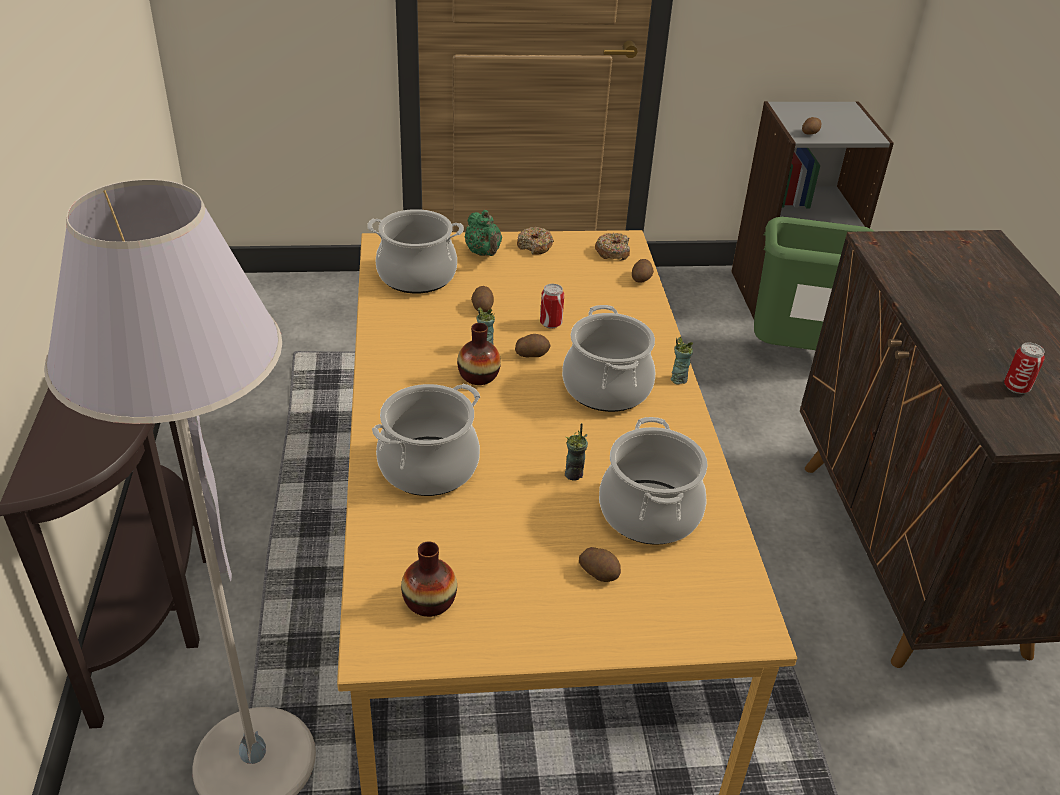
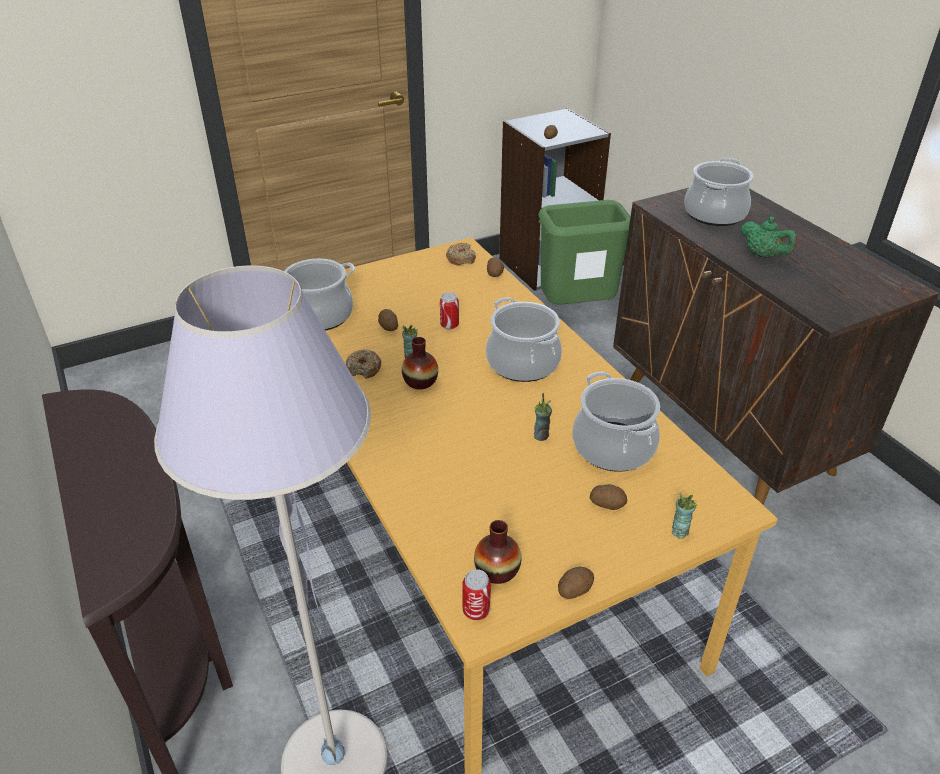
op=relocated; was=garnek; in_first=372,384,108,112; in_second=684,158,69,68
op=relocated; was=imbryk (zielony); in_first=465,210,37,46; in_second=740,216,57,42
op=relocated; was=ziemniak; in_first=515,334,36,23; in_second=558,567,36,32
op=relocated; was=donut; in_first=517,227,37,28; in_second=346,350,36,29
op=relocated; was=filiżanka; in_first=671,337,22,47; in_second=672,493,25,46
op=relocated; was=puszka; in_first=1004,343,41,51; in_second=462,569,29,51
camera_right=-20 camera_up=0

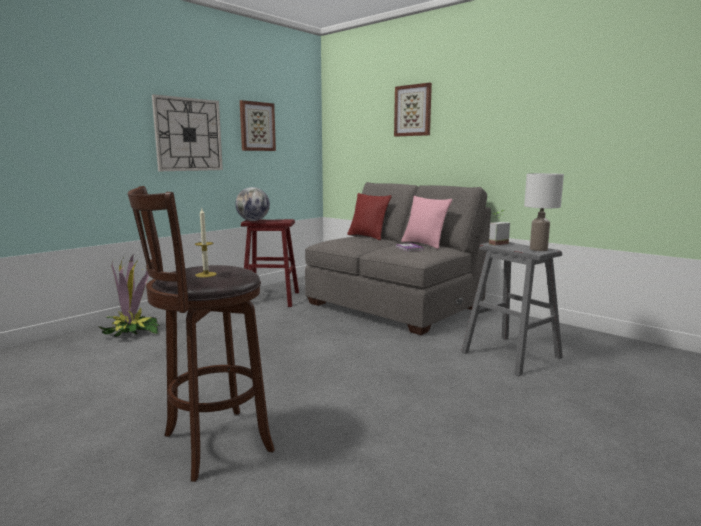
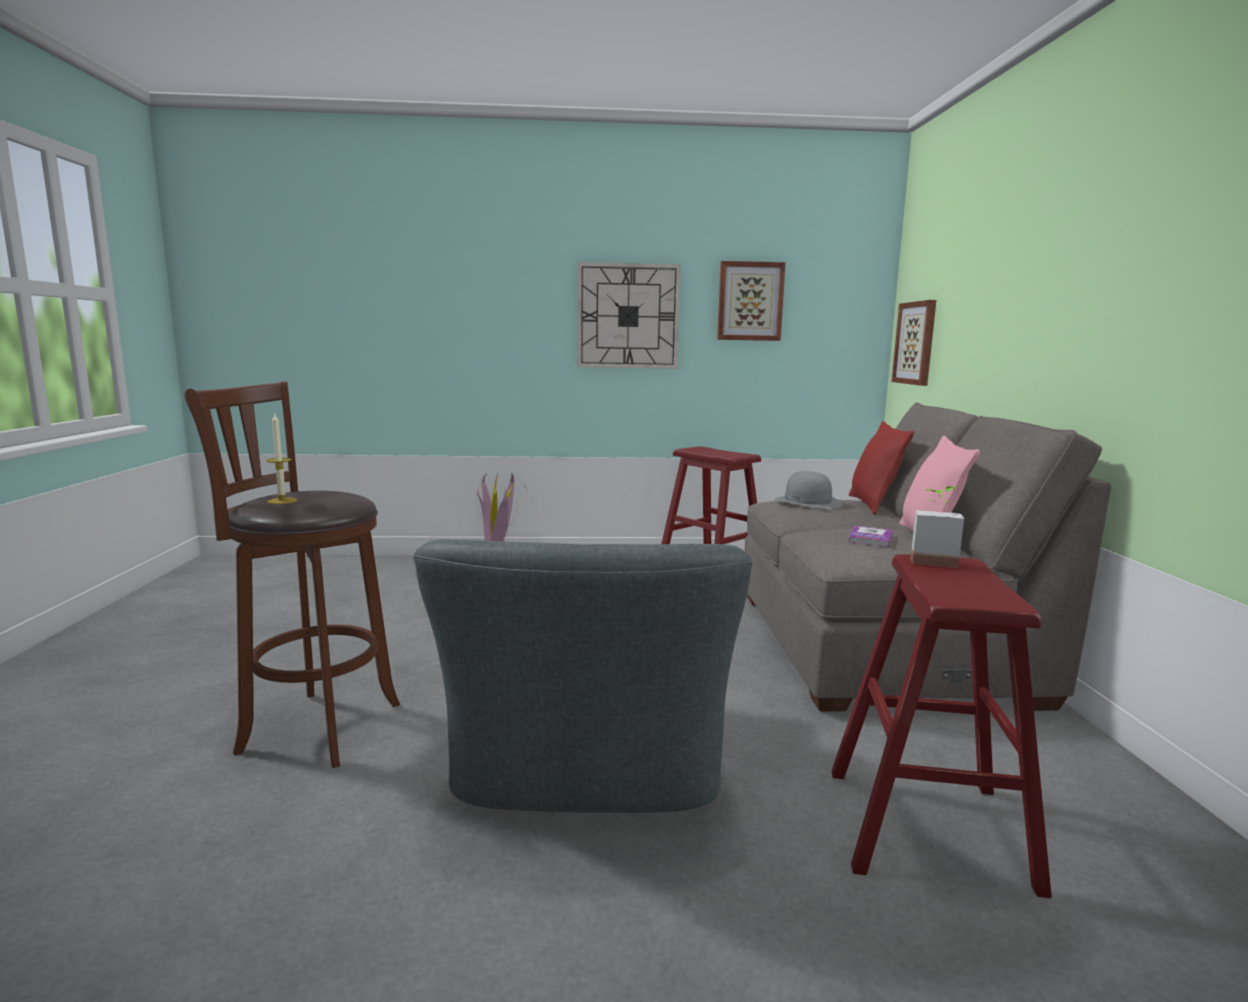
op=missing; was=globus; in_first=235,187,35,34
op=relocated; was=obraz; in_first=394,83,38,54; in_second=892,300,44,86
op=colour; was=stołek (szary); now=stołek (czerwony); in_first=461,242,102,134; in_second=831,554,221,344
op=missing; was=lampa stołowa (biały); in_first=524,173,40,78
op=appeared; now=fotel (szary); in_second=413,539,340,274
op=appeared; now=kapelusz (szary); in_second=775,471,67,38
camera_right=45 camera_up=0

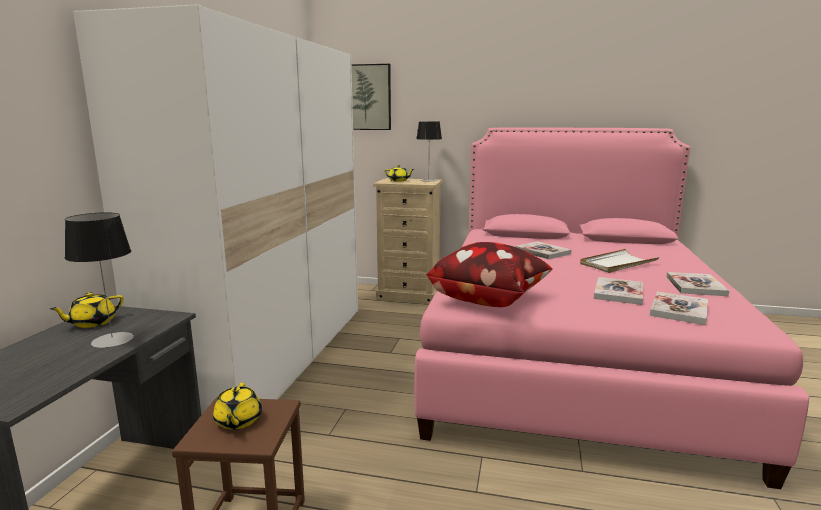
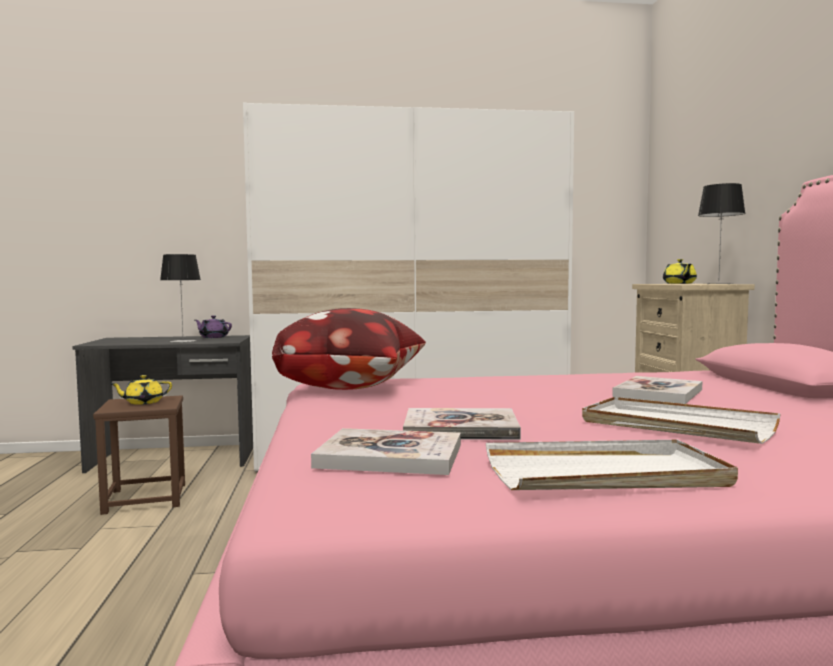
op=colour; was=imbryk (żółty); now=imbryk (fioletowy); in_first=50,292,74,36; in_second=195,315,37,23
op=missing; was=obraz; in_first=351,64,40,66
op=exchanged; was=książka; now=taca (biały); in_first=666,272,63,24; in_second=486,439,252,51
camera_right=70 camera_up=-10

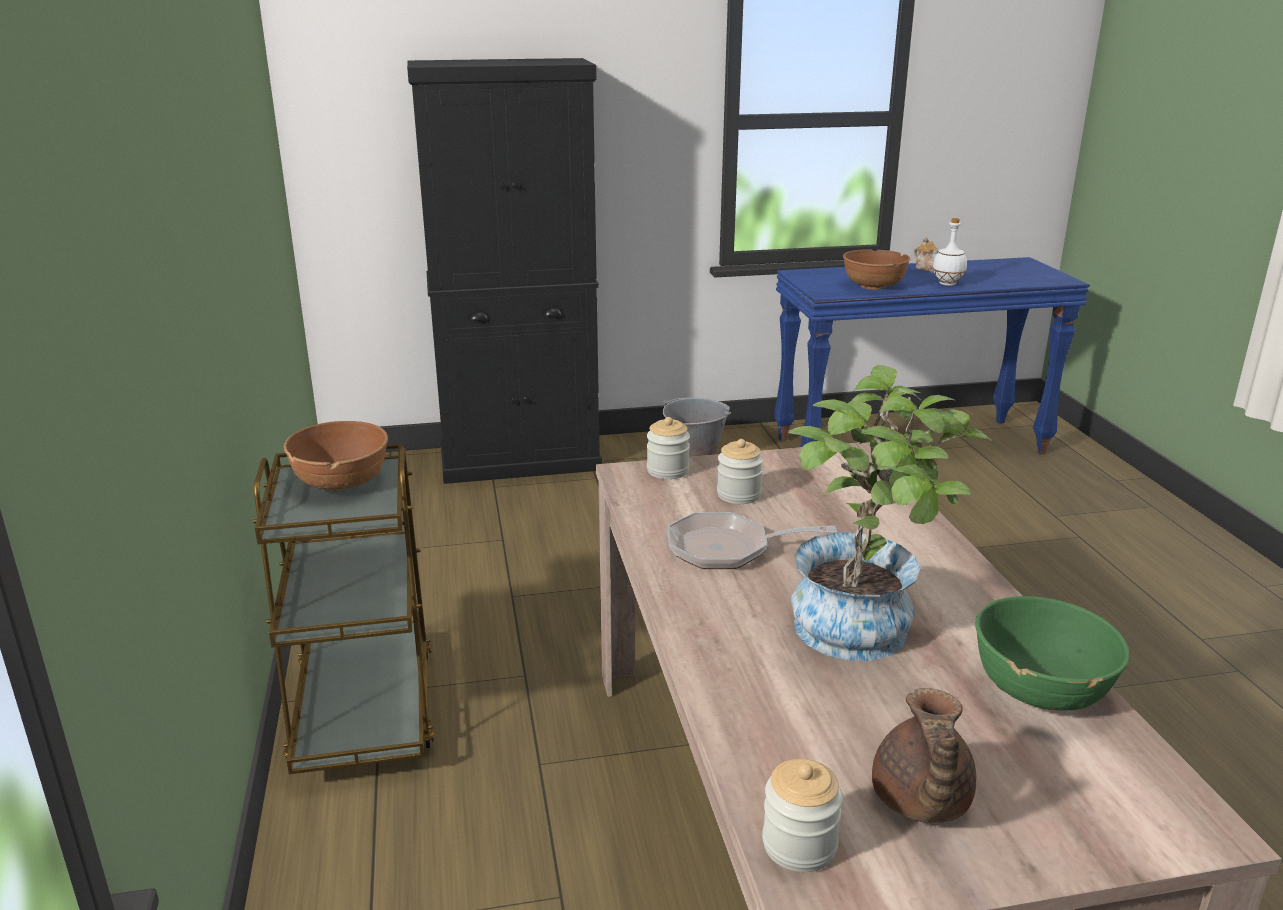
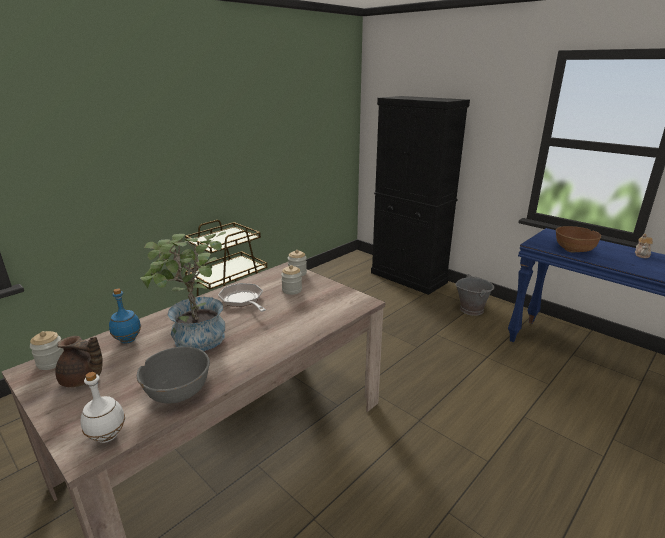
op=missing; was=miska (brązowy); in_first=284,421,104,70
op=spun; was=imbryk (brązowy); in_first=872,688,104,135; in_second=55,336,48,51; clockwise=-135
op=relocated; was=butelka (biały); in_first=932,218,35,68; in_second=81,372,44,71
op=colour; was=miska (zielony); now=miska (szary); in_first=975,596,155,115; in_second=137,347,73,56
op=appeared; now=butelka (niebieski); in_second=109,288,32,56
camera_right=55 camera_up=0

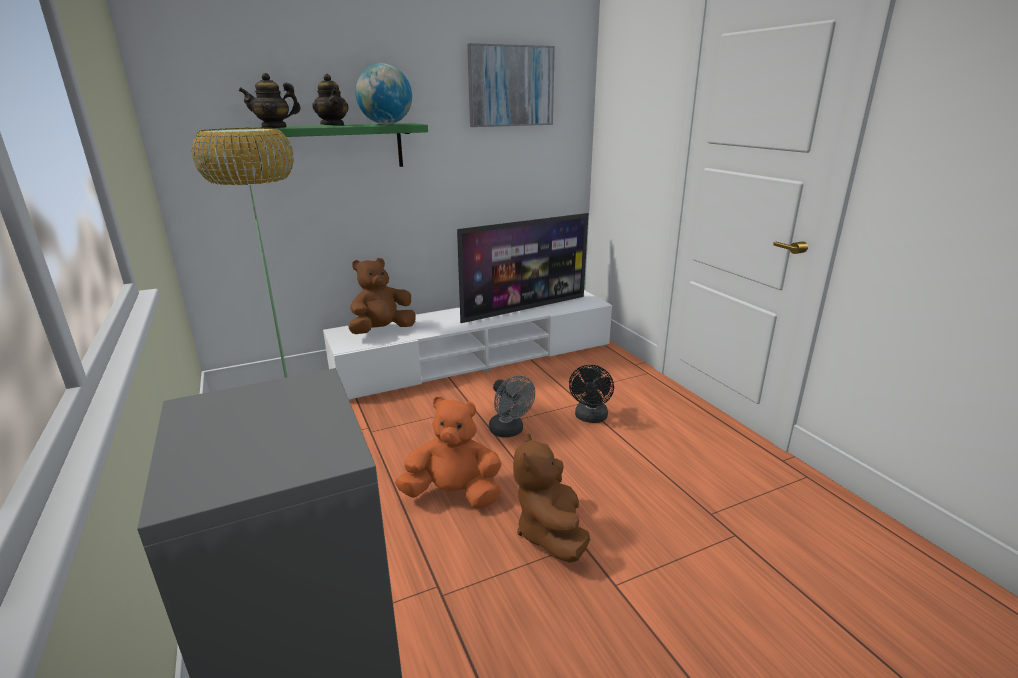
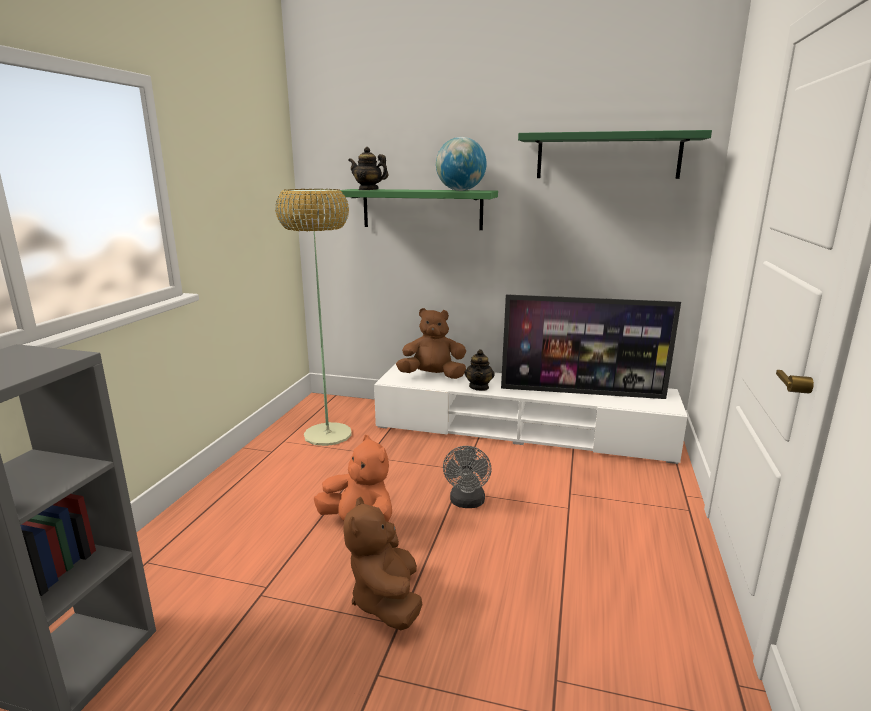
op=relocated; was=imbryk; in_first=312,74,37,52; in_second=464,349,31,42
op=exchanged; was=obraz; now=półka (zielony); in_first=467,43,88,84; in_second=518,130,194,49
op=spun; was=pluszak (brązowy); in_first=513,433,77,130; in_second=343,496,79,134; clockwise=-45
op=missing; was=wentylator (czarny); in_first=569,365,45,58
camera_right=40 camera_up=-5

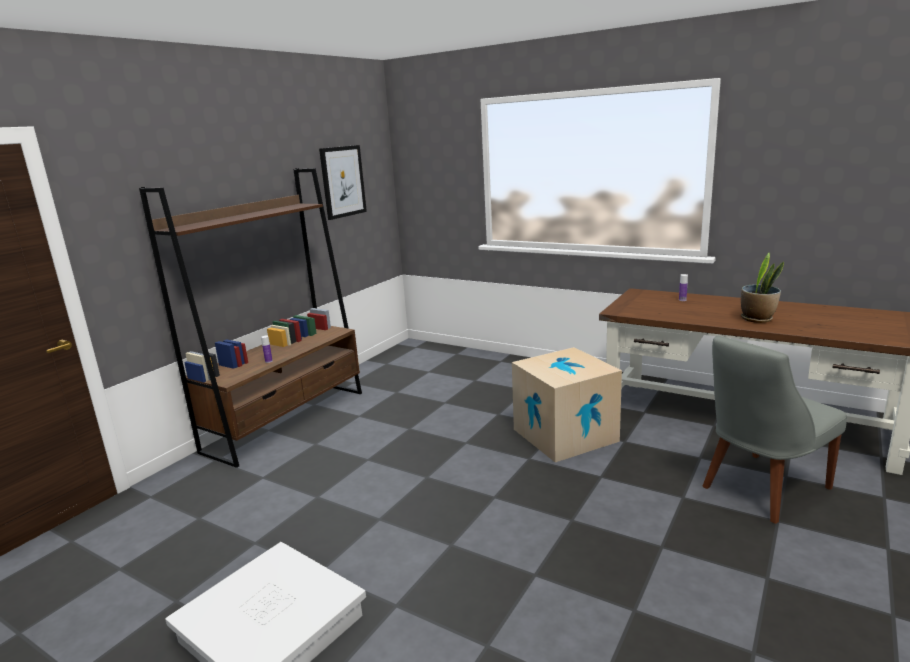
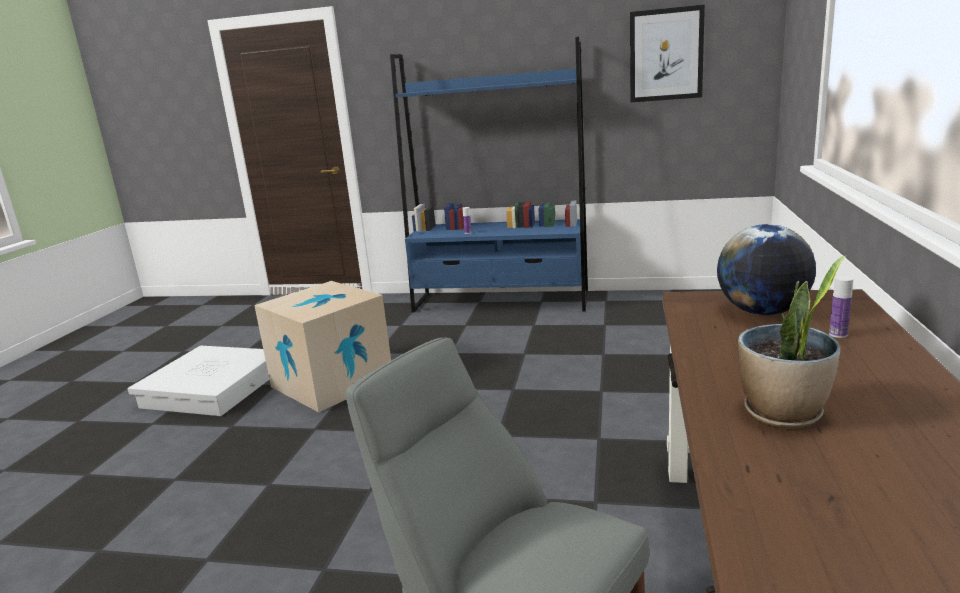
op=colour; was=regał (brązowy); now=regał (niebieski); in_first=139,168,223,300; in_second=390,37,198,276
op=relocated; was=karton; in_first=512,347,110,115; in_second=254,281,137,131
op=appeared; now=globus; in_second=717,224,99,91
camera_right=70 camera_up=0

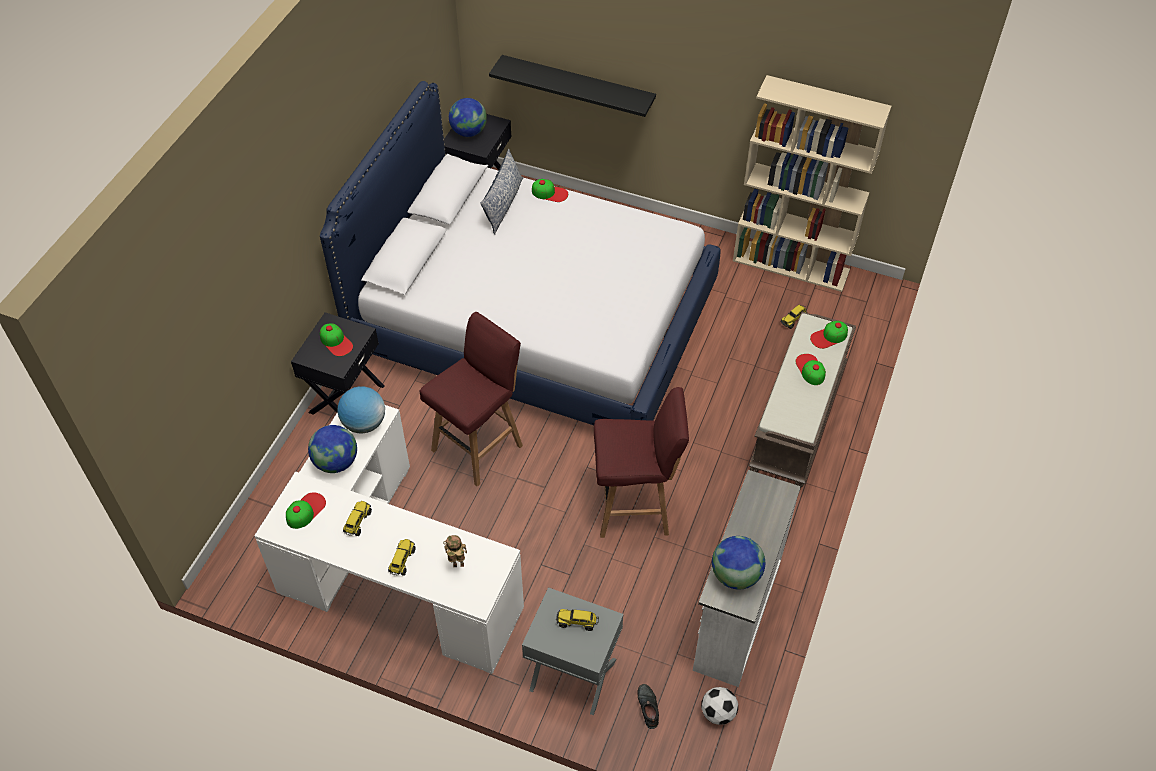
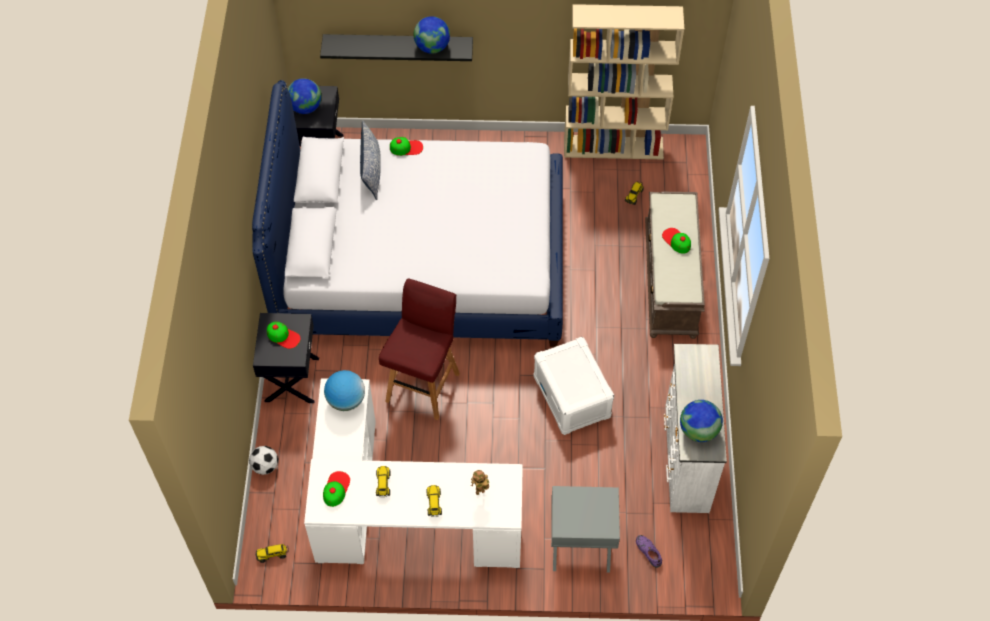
op=relocated; was=globus; in_first=308,425,49,48; in_second=414,16,36,38
op=relocated; was=ciężarówka zabawkowa; in_first=556,609,43,22; in_second=255,544,34,19
op=exchanged; was=stołek (czerwony); now=pojemnik do przechowywania (biały); in_first=594,387,95,151; in_second=533,337,81,98
op=colour; was=but (czarny); now=but (fioletowy); in_first=637,684,22,45; in_second=636,535,26,33
op=relocated; was=piłka futbolowa; in_first=701,687,37,38; in_second=249,446,29,29
op=missing; was=czapka z daszkiem; in_first=810,321,38,28
camera_right=-20 camera_up=5

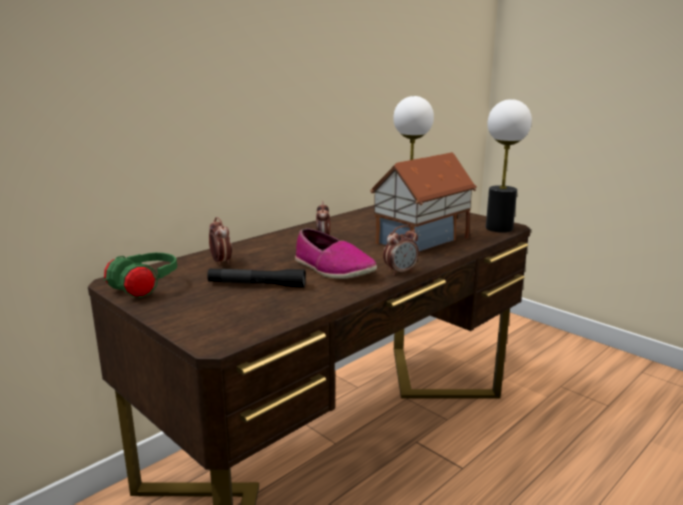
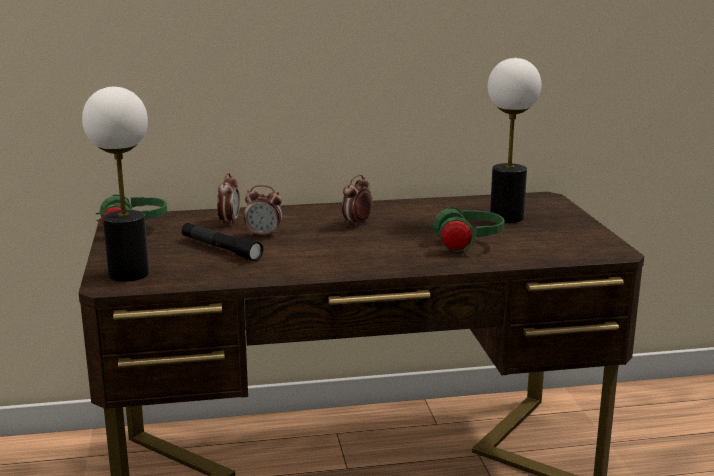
op=missing; was=but; in_first=295,228,82,51
op=exchanged; was=domek; now=słuchawki (zielony); in_first=370,152,107,99; in_second=430,207,74,45
op=relocated; was=budzik; in_first=383,225,36,50; in_second=244,185,38,52
op=relocated; was=lampa stołowa; in_first=486,99,46,134; in_second=82,87,67,195
camera_right=35 camera_up=0

